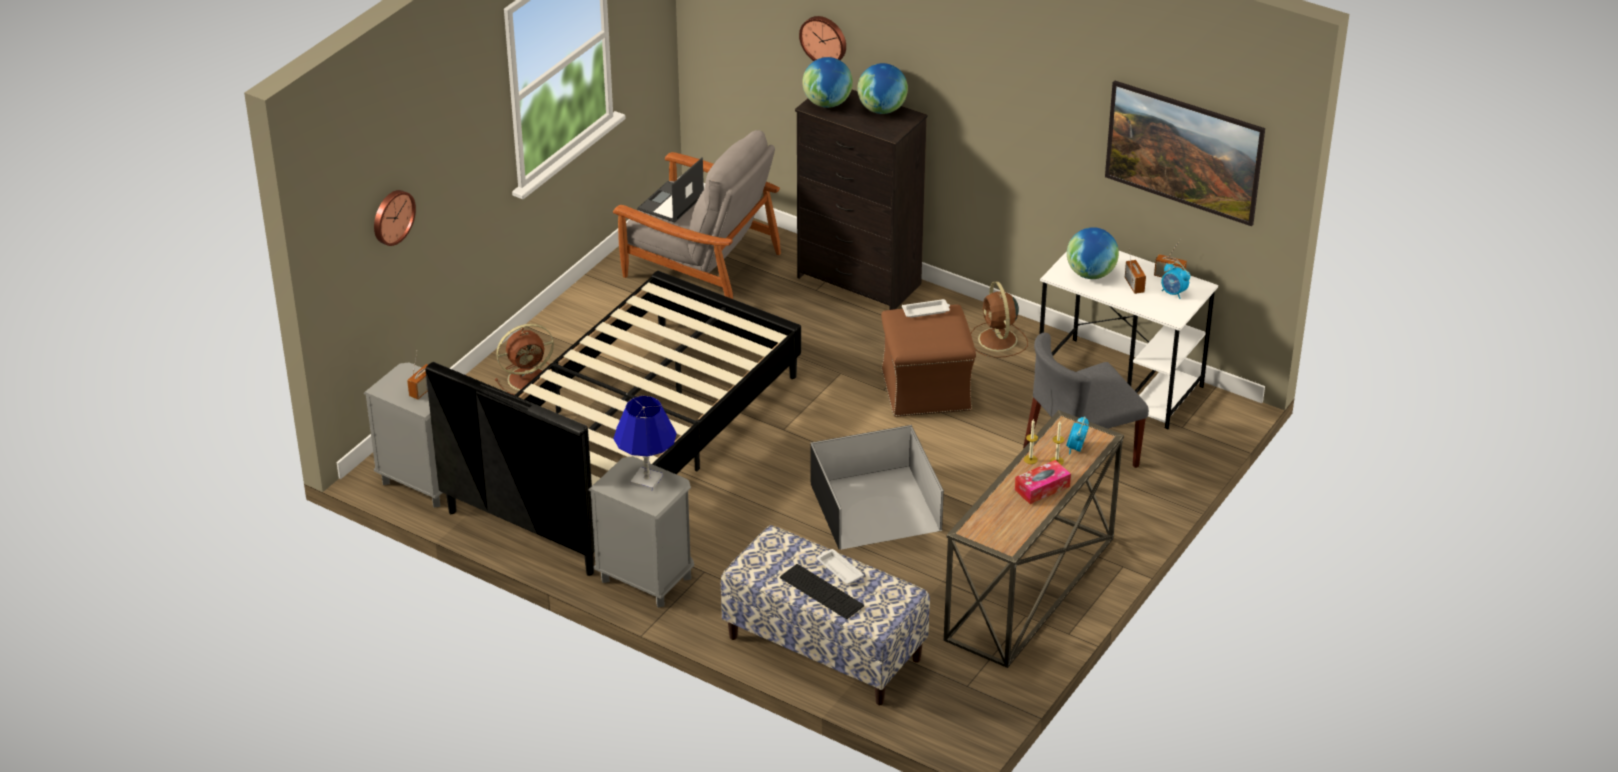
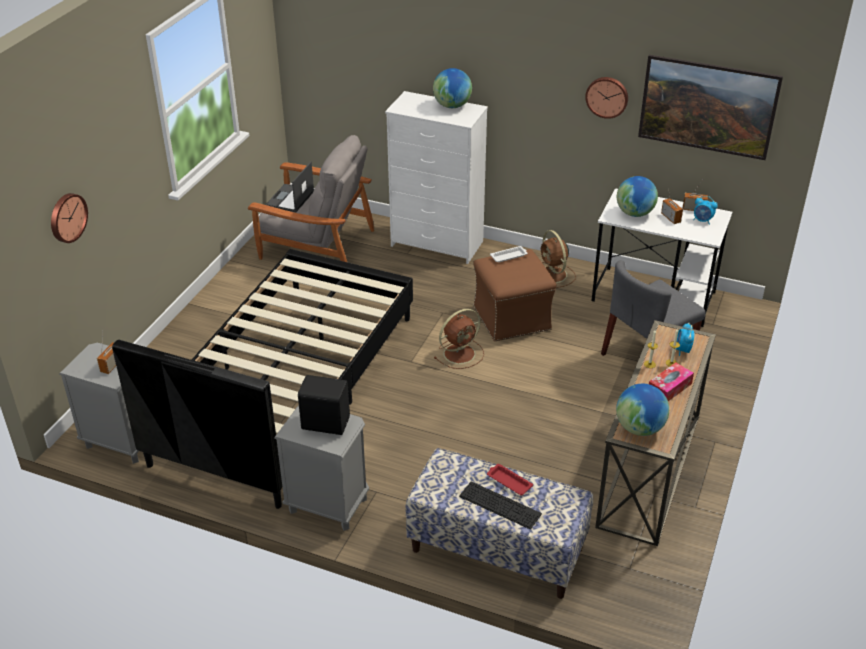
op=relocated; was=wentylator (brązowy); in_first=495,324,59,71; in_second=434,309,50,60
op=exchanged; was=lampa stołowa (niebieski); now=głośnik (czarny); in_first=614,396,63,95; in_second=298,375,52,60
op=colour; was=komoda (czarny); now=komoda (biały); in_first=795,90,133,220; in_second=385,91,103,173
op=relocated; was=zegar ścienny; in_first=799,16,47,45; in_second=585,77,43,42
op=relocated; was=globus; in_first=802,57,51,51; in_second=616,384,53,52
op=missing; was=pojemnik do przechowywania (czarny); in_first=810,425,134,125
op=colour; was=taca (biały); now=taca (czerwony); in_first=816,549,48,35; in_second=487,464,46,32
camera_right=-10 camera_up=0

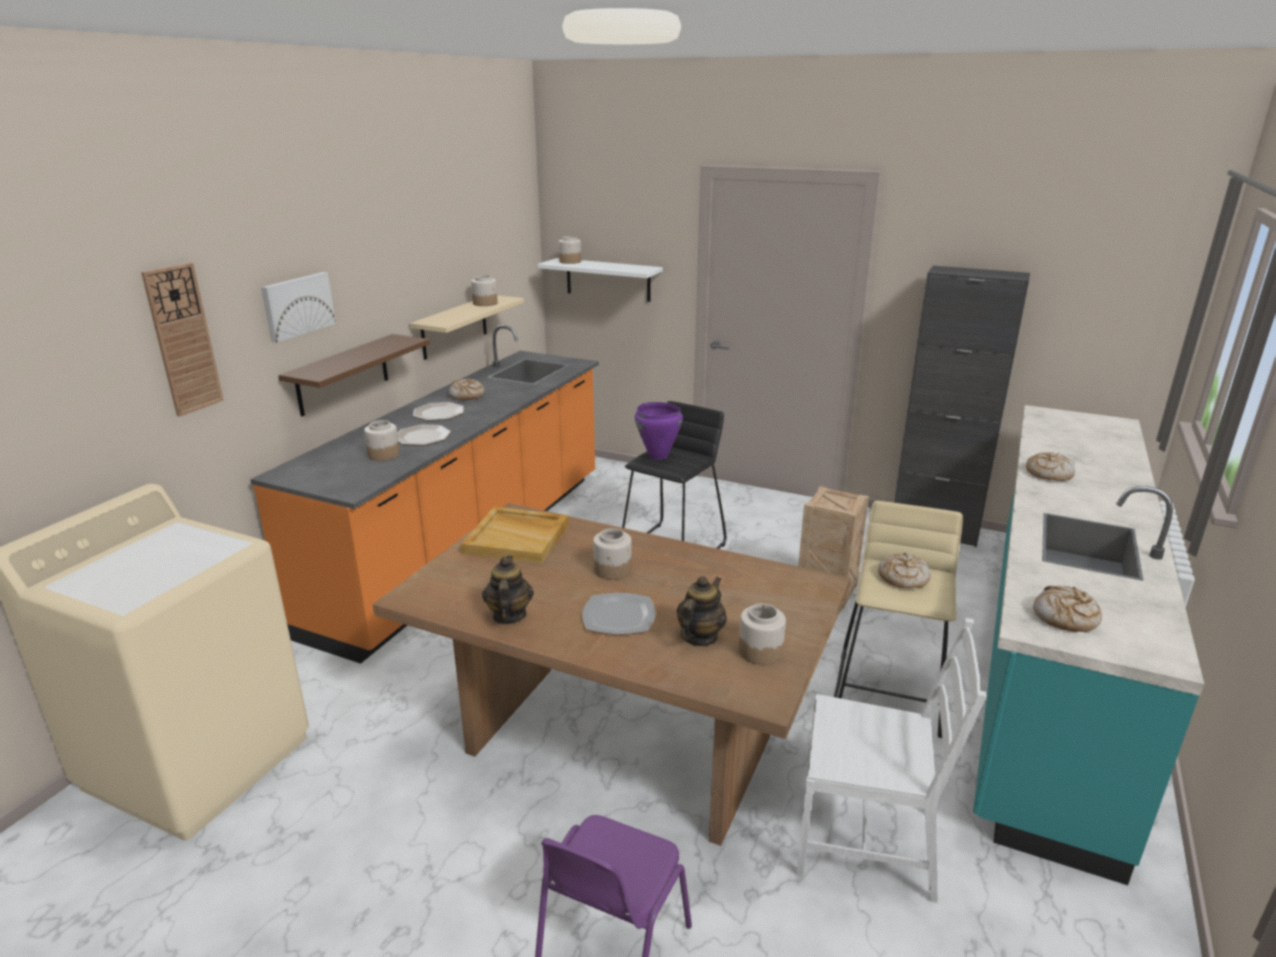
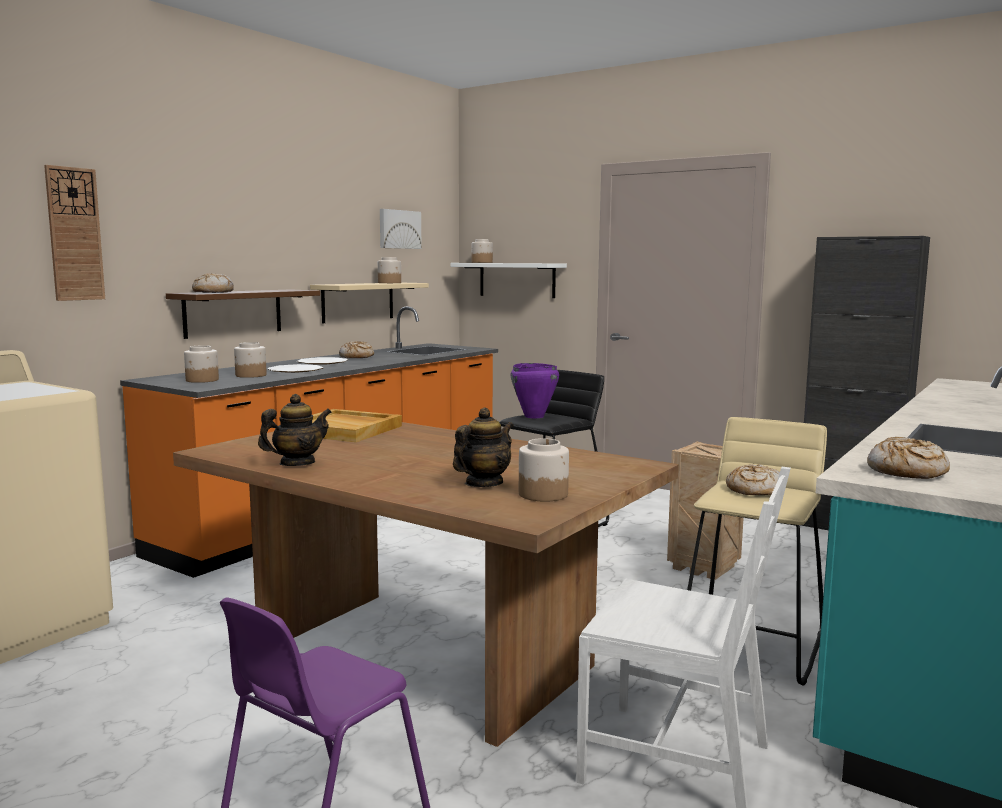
op=relocated; was=obraz; in_first=261,272,75,70; in_second=380,209,42,40
op=spun; was=imbryk; in_first=482,555,52,69; in_second=258,394,74,72; clockwise=45
op=missing; was=talerz; in_first=582,593,74,42
op=relocated; was=słoik; in_first=593,528,39,52; in_second=184,345,35,38
op=relocated; was=chleb; in_first=1026,452,49,29; in_second=192,273,42,20
camera_right=10 camera_up=-15

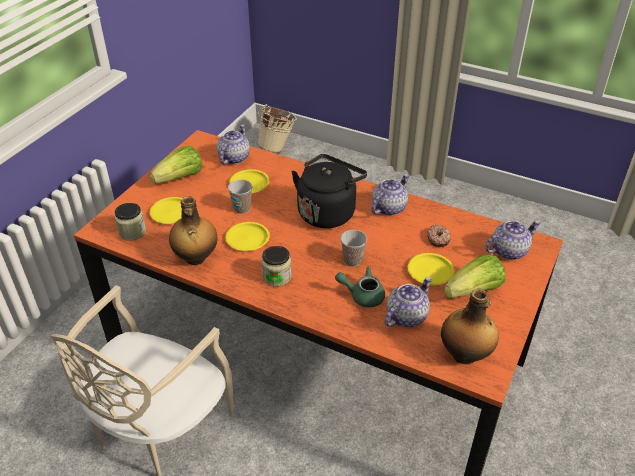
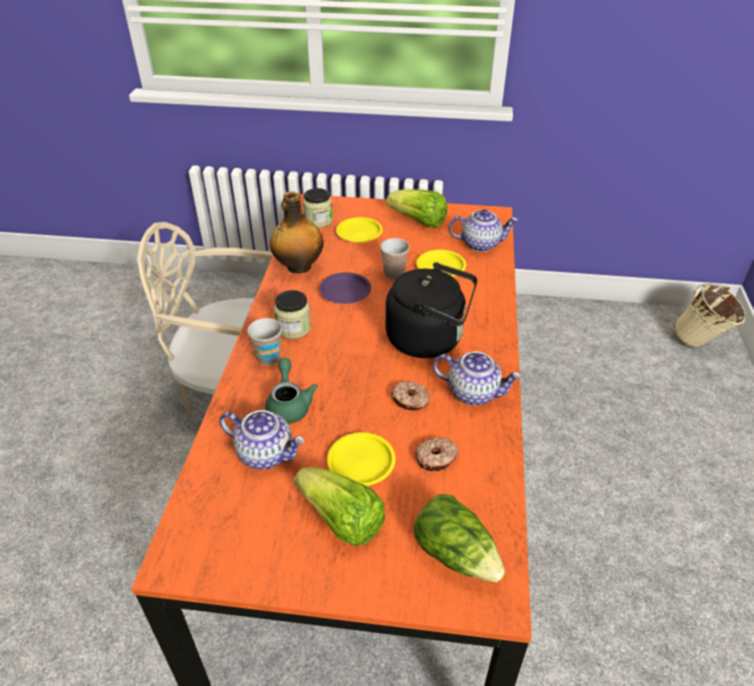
op=colour; was=talerz (żółty); now=talerz (fioletowy); in_first=225,222,45,29; in_second=319,272,52,32
op=relocated; was=filiżanka; in_first=340,230,27,37; in_second=247,318,35,48
op=missing; was=butelka; in_first=441,288,58,76
op=exchanged; was=imbryk; now=sałata; in_first=485,220,56,40; in_second=413,494,92,88
op=appeared; now=donut; in_second=391,380,39,30
camera_right=70 camera_up=0

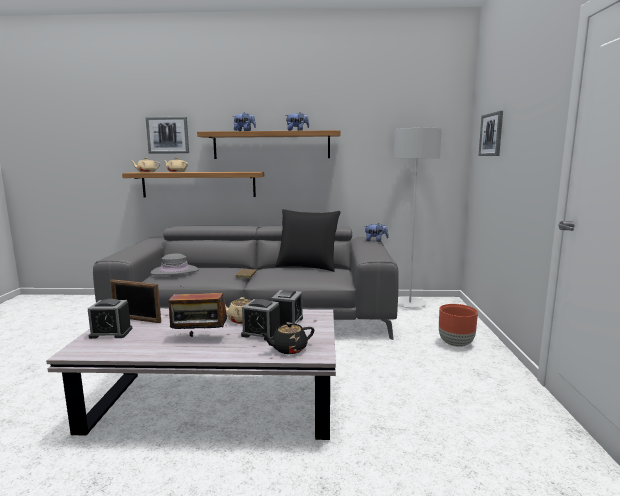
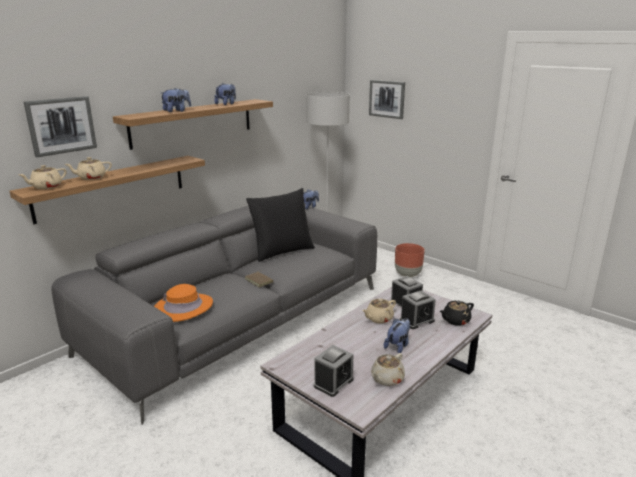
op=missing; was=ramka na zdjęcie; in_first=110,279,51,44
op=colour; was=kapelusz (szary); now=kapelusz (pomarańczowy); in_first=151,253,48,22; in_second=154,284,59,38
op=exchanged; was=radio; now=pluszak; in_first=168,293,60,44; in_second=384,318,26,35
op=spun; was=imbryk (czarny); in_first=260,322,54,32; in_second=439,301,35,25; clockwise=45
op=appeared; now=imbryk (beżowy); in_second=371,353,34,33
camera_right=-50 camera_up=10

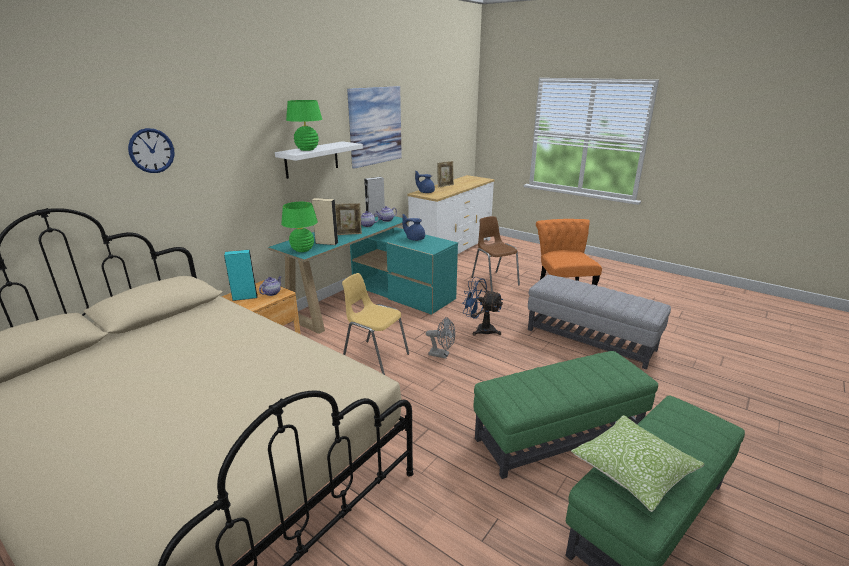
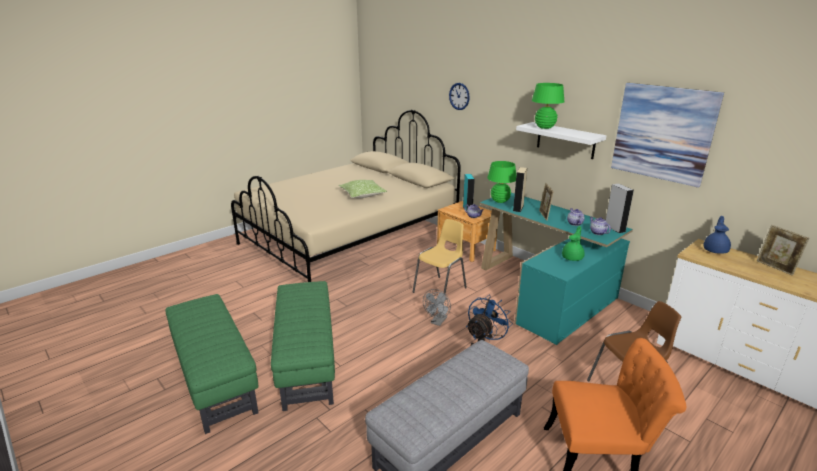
op=colour; was=imbryk (niebieski); now=imbryk (zielony); in_first=402,214,23,27; in_second=562,226,23,35
op=relocated; was=poduszka; in_first=571,415,133,97; in_second=339,180,48,18
camera_right=100 camera_up=0

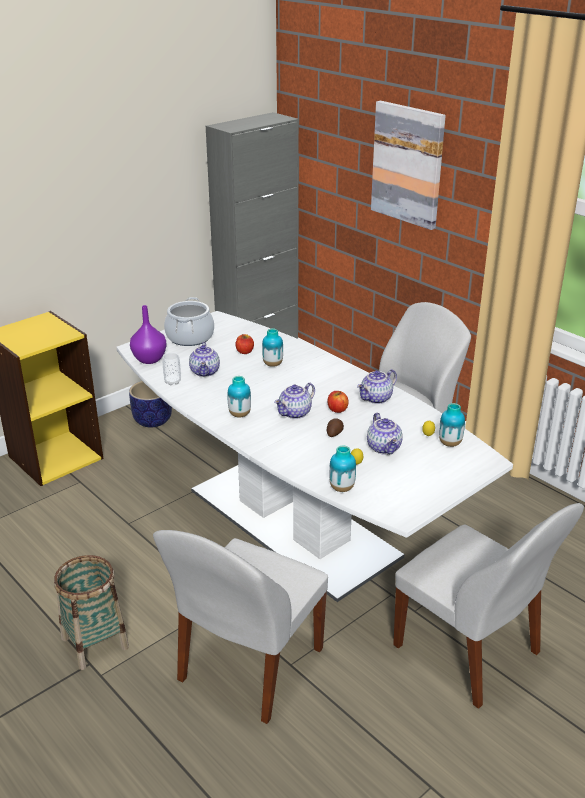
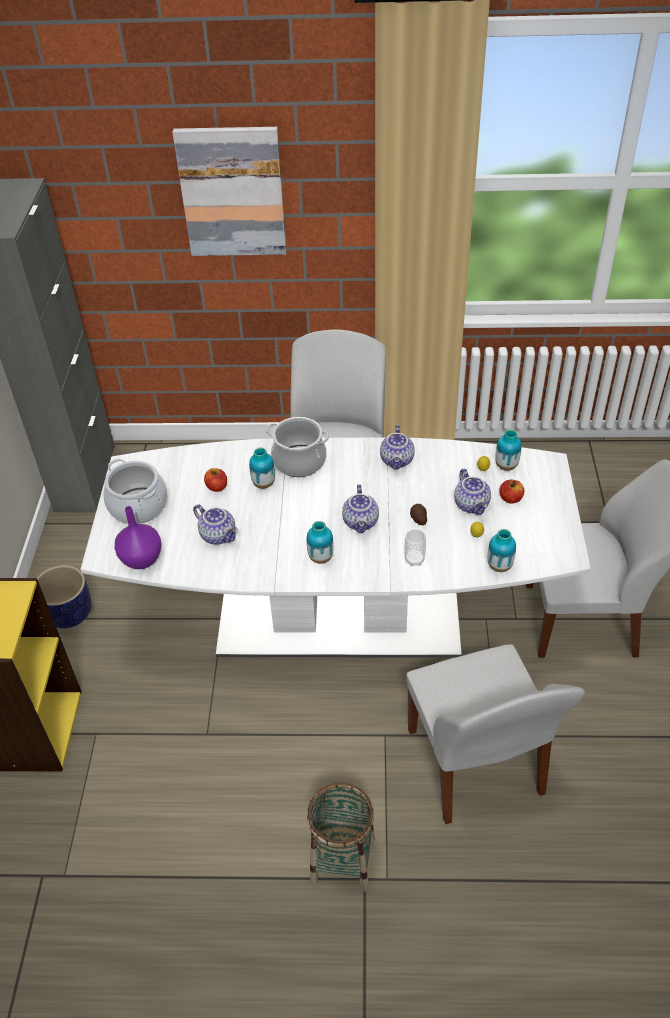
op=relocated; was=filiżanka; in_first=163,353,18,32; in_second=405,529,21,37
op=relocated; was=jabłko; in_first=327,391,22,22; in_second=499,479,25,25
op=spun; was=imbryk; in_first=367,413,36,41; in_second=454,469,37,46; clockwise=45
op=appeared; now=garnek; in_second=265,417,64,60
camera_right=-45 camera_up=15

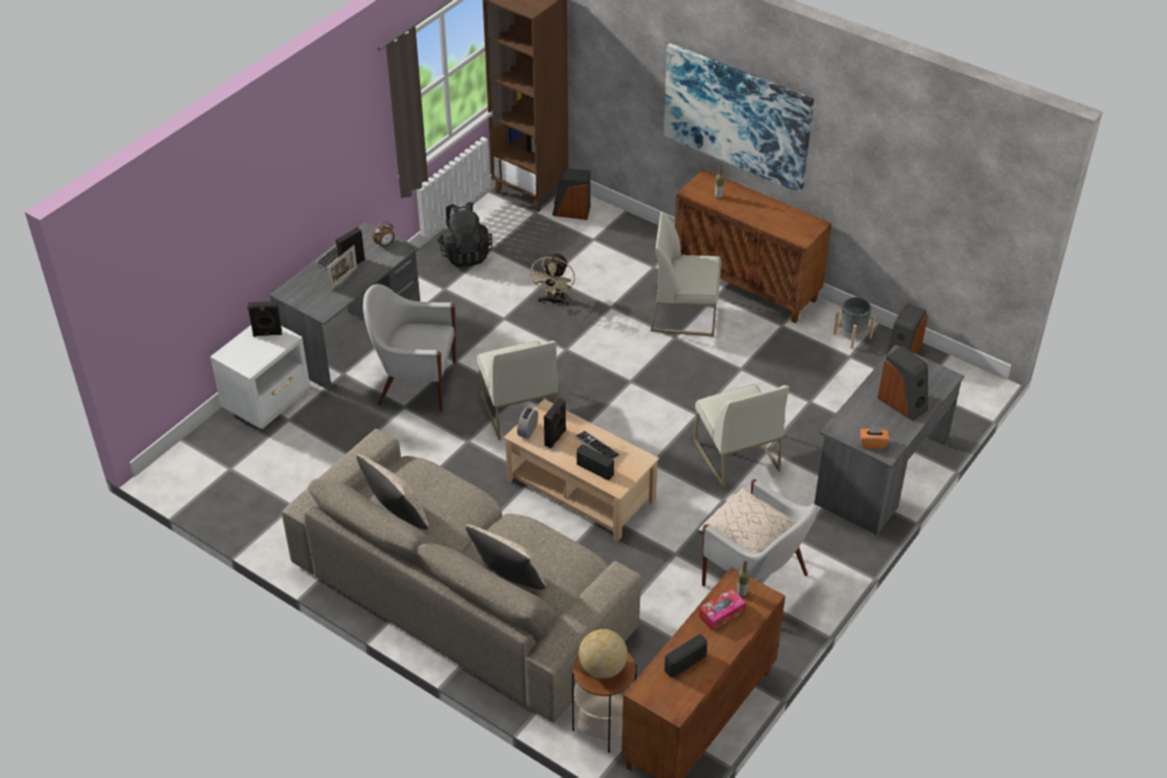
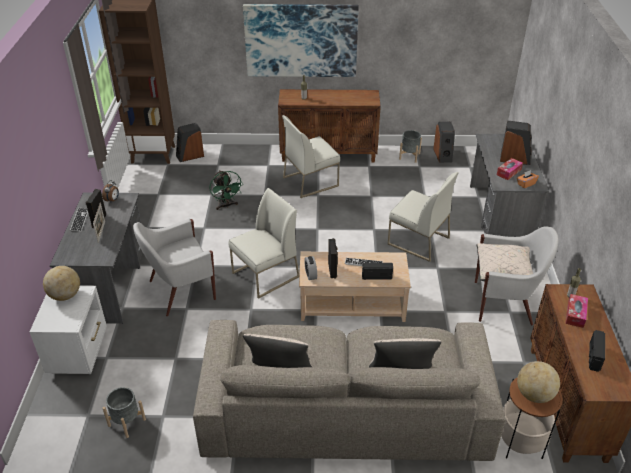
op=exchanged; was=głośnik (czarny); now=globus; in_first=247,301,35,36; in_second=43,266,37,35
op=missing; was=plecak (czarny); in_first=437,202,55,65
op=spun; was=krzesło (biały); in_first=477,341,81,99; in_second=228,188,71,111; clockwise=-75
op=colour; was=wentylator (beżowy); now=wentylator (zielony); in_first=529,252,46,54; in_second=210,170,33,40
op=appeared; now=donica (szary); in_second=102,387,44,51
op=appeared; now=pudełko chusteczek; in_second=497,158,26,22
camera_right=-35 camera_up=-5

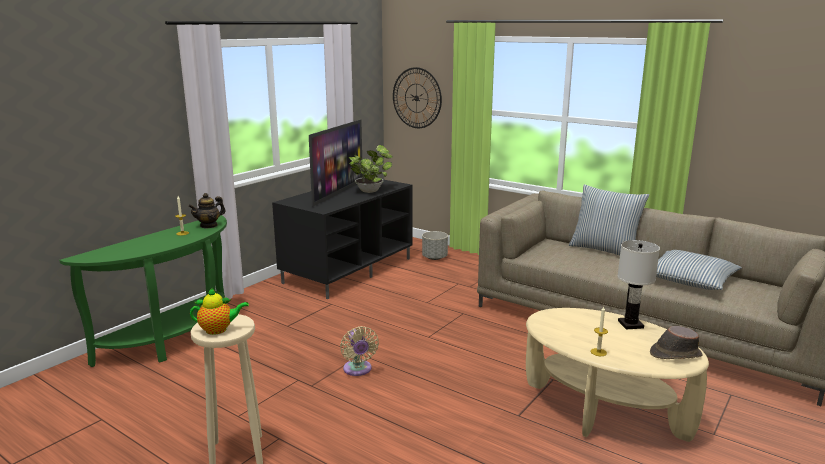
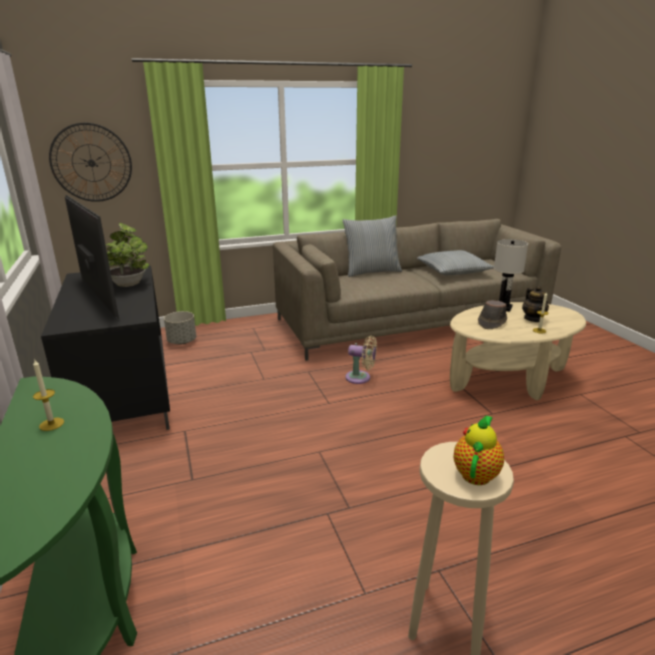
op=relocated; was=imbryk; in_first=188,193,38,36; in_second=522,286,27,36
op=relocated; was=wentylator (beżowy); in_first=340,326,39,50; in_second=345,336,32,48
op=relocated; was=kapelusz (brązowy); in_first=650,326,53,33; in_second=478,300,29,29
camera_right=-55 camera_up=5

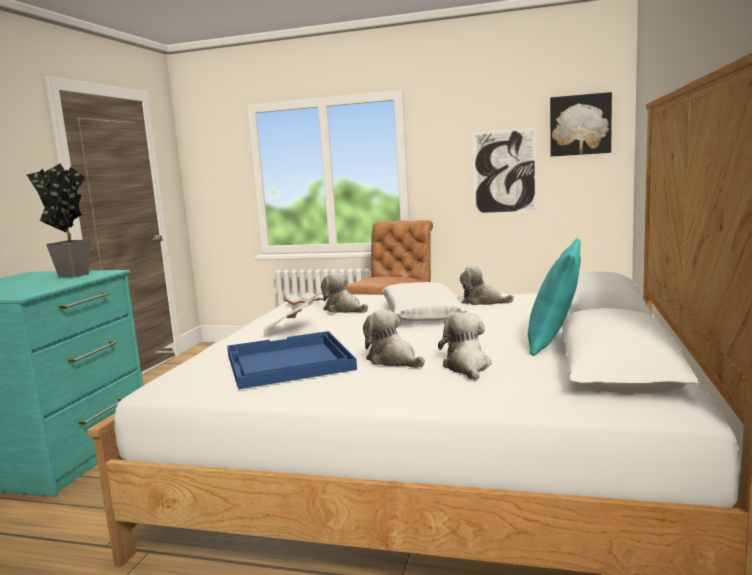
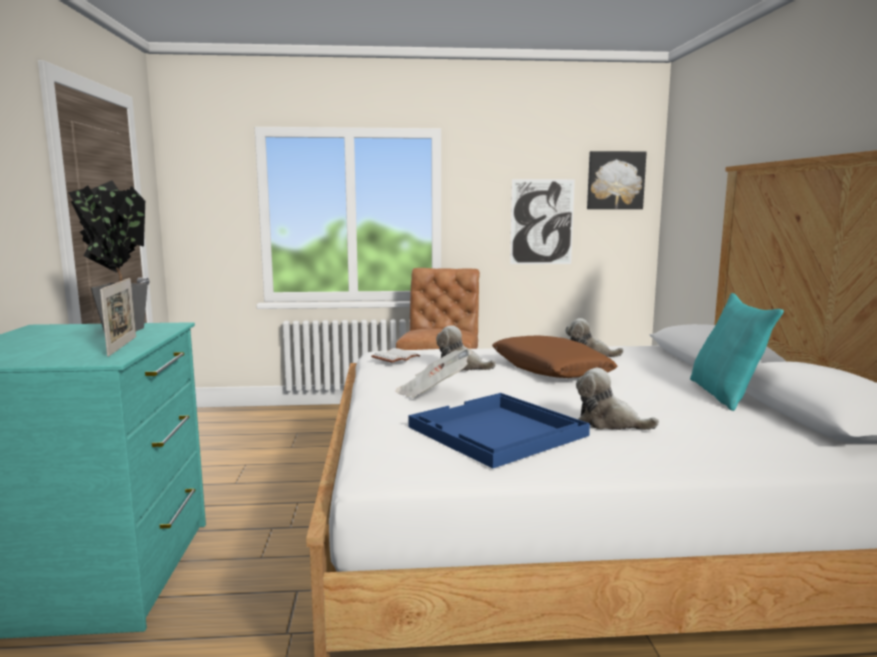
op=colour; was=poduszka (biały); now=poduszka (brązowy); in_first=382,282,85,39; in_second=492,335,126,43
op=missing; was=pluszak; in_first=438,312,54,68
op=appeared; now=ramka na zdjęcie; in_second=100,278,36,79
camera_right=-20 camera_up=0

